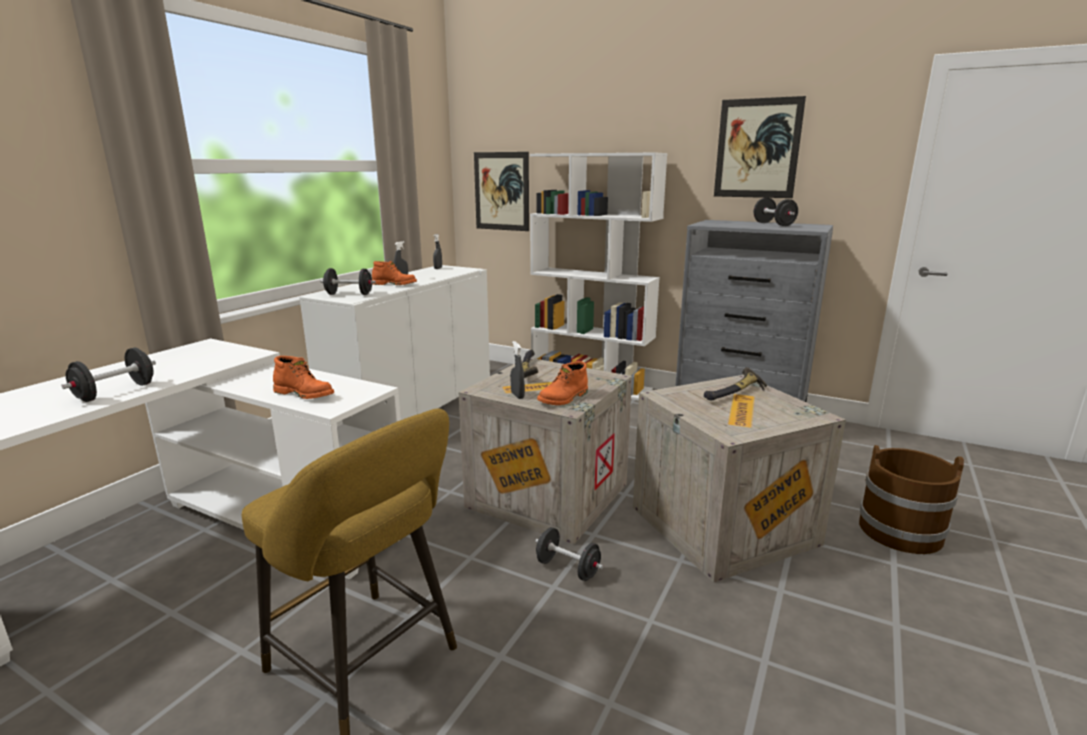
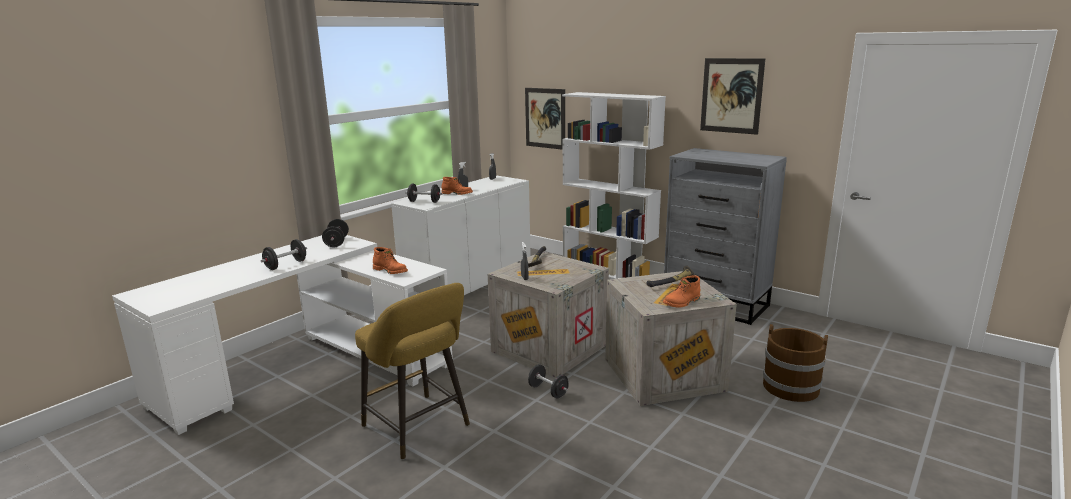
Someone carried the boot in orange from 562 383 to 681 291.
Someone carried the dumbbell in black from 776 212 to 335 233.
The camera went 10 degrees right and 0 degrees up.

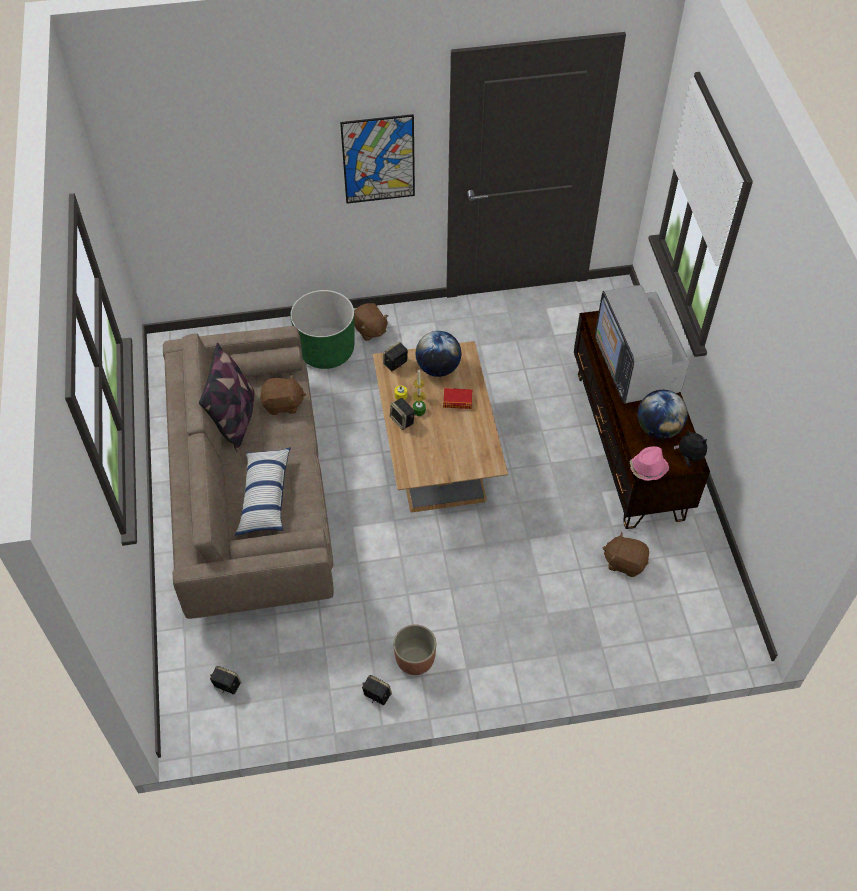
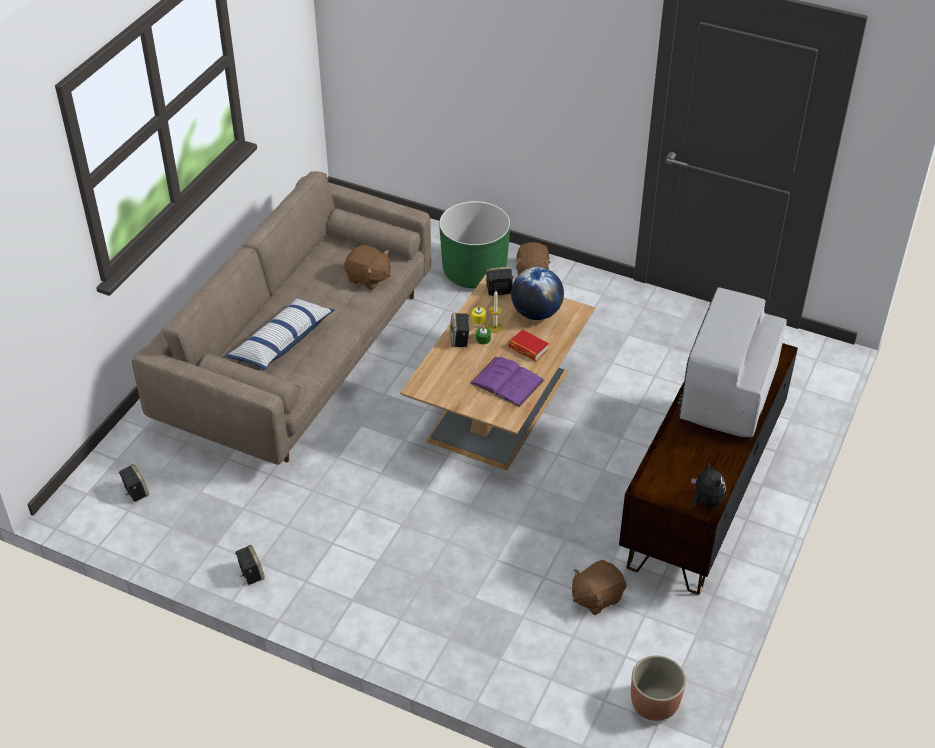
Someone took away the pillow at 226 397.
Someone took away the picture at 377 159.
Someone took away the hat in pink at 649 463.
Someone took away the globe at 663 414.
Someone put down the book in purple at 507 382.
Someone carried the planter from 414 650 to 658 688.
Someone rotated the plush toy in brown at 626 554 by 90 degrees counterclockwise.
The camera went 35 degrees right and 10 degrees down.

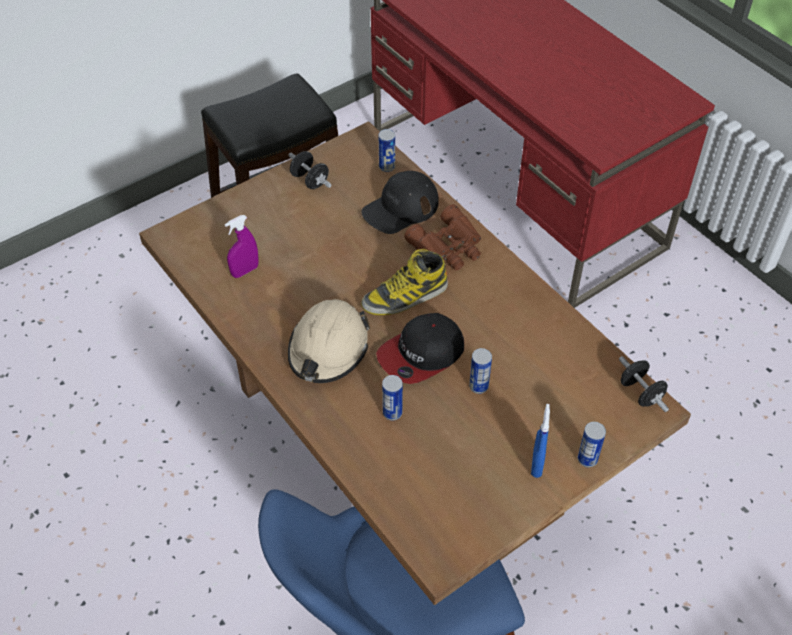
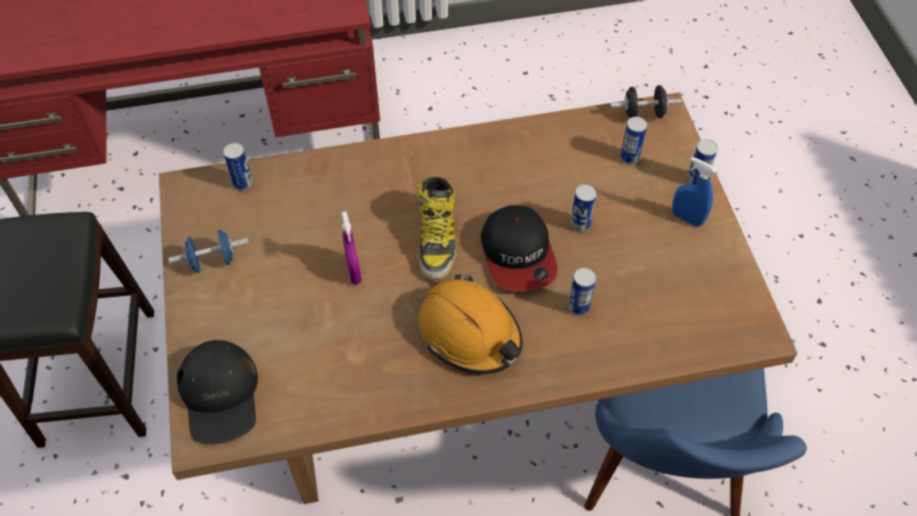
Someone took away the binoculars in brown at 442 237.
Someone put down the can at 633 140.
Someone carried the spray bottle in purple from 242 246 to 352 247.
Someone carried the cap in black from 400 202 to 217 392.
Someone repainted the dumbbell in black at 309 170, which became the dumbbell in blue at 208 251.
Someone repainted the hard hat in beige at 329 341, which became the hard hat in orange at 470 324.
The camera went 65 degrees left and 5 degrees up.

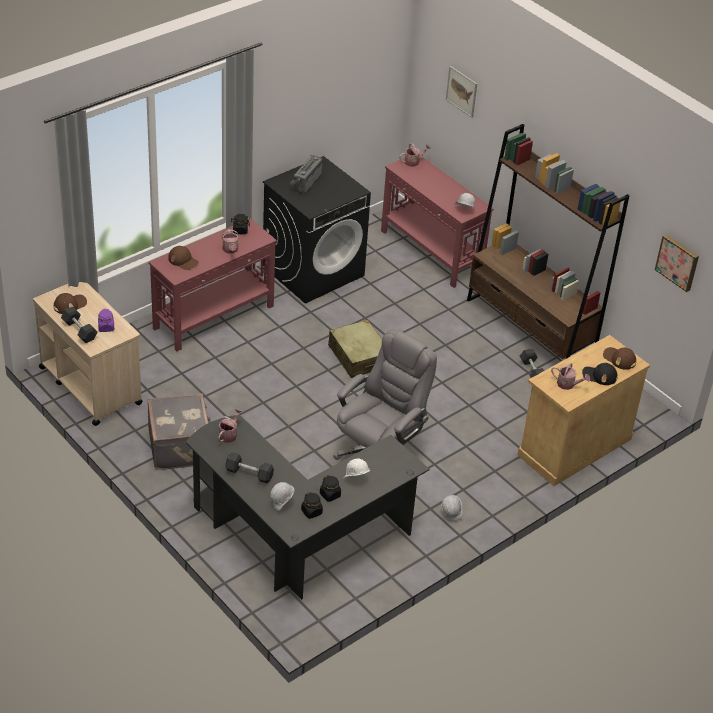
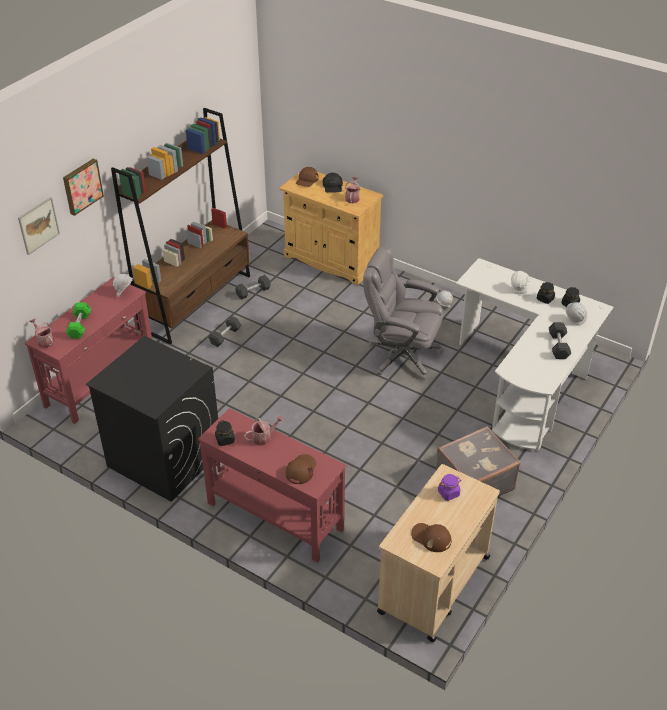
Someone took away the watering can at 230 425.
Someone took away the radio at 306 174.
Someone took away the suitcase in beige at 355 349.
Someone put down the dumbbell in green at 78 320.
Someone carried the dumbbell in grey from 79 324 to 224 331.
Someone carried the picture from 677 263 to 83 187.
Someone repainted the desk in black at 308 507, which became the desk in white at 534 354.
The camera went 105 degrees left and 0 degrees up.

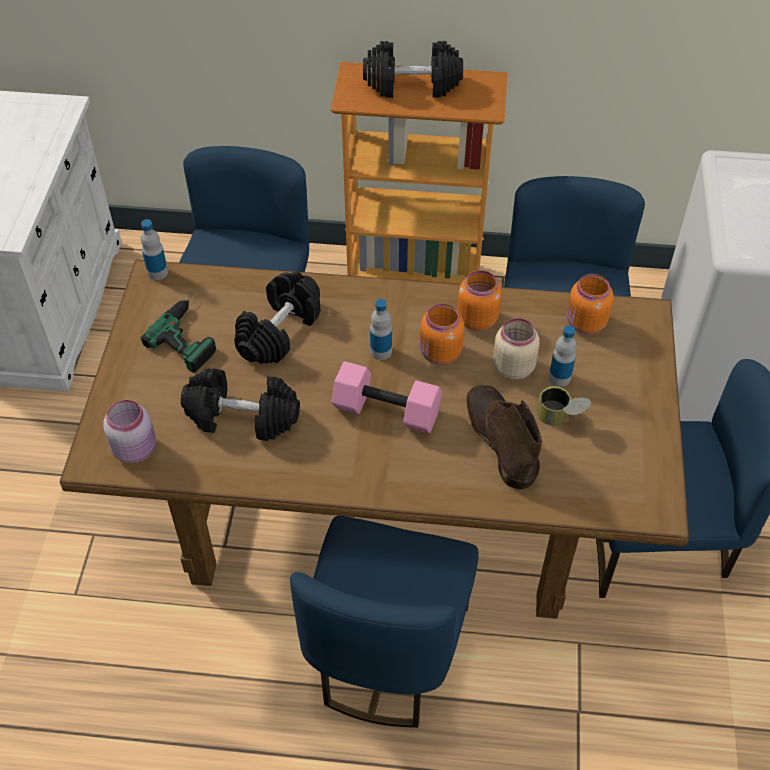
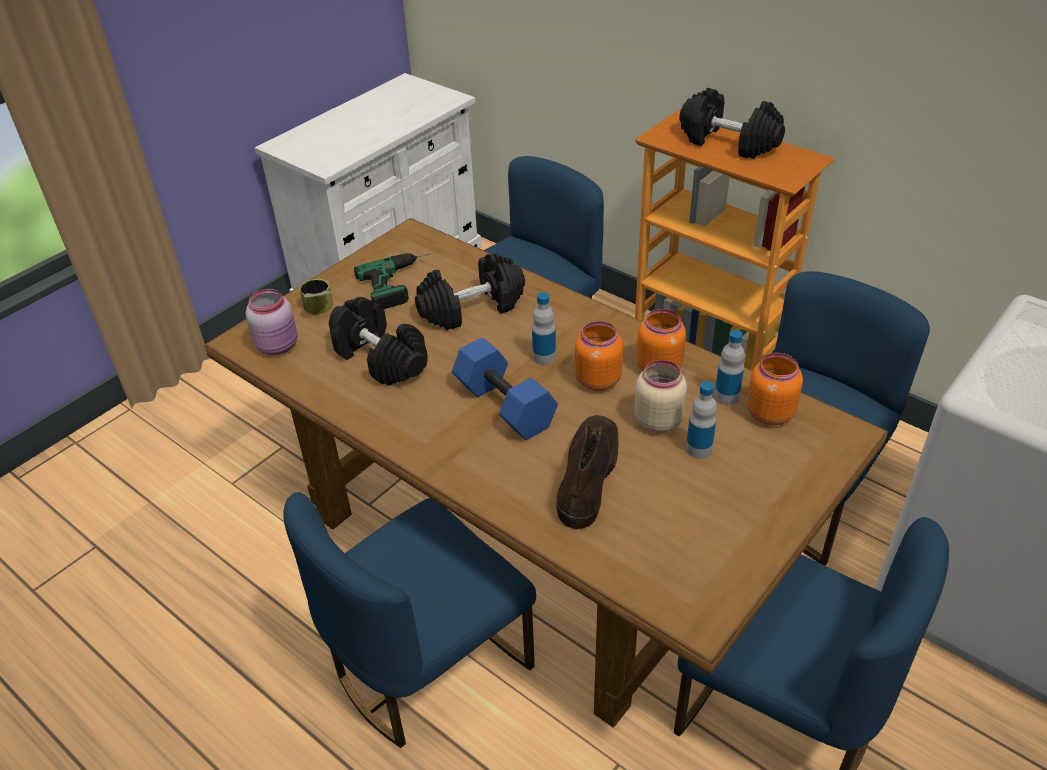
Someone carried the bottle from 154 249 to 729 367.
Someone carried the can from 564 406 to 316 296.
Someone repainted the dumbbell in pink at 387 397, which became the dumbbell in blue at 505 389.
The camera went 35 degrees right and 10 degrees down.

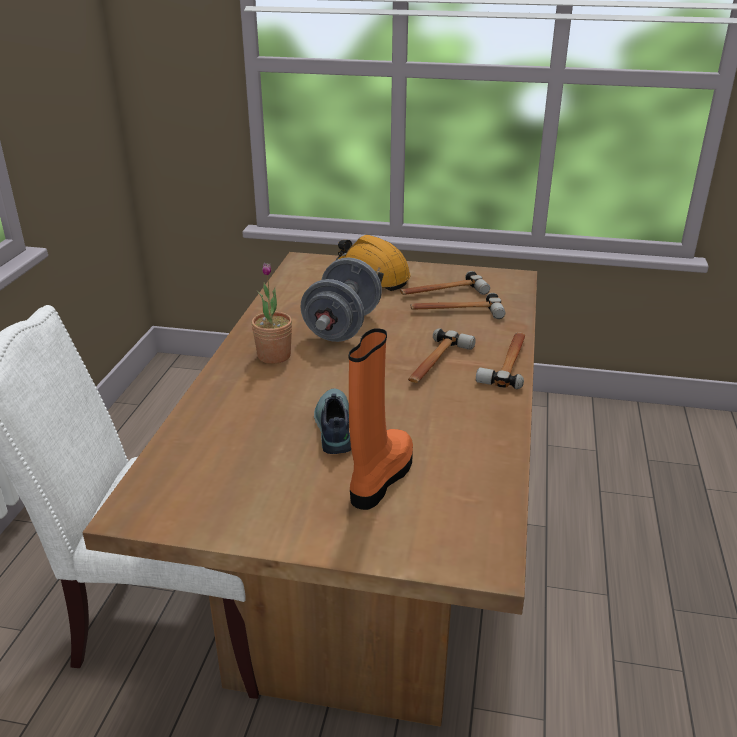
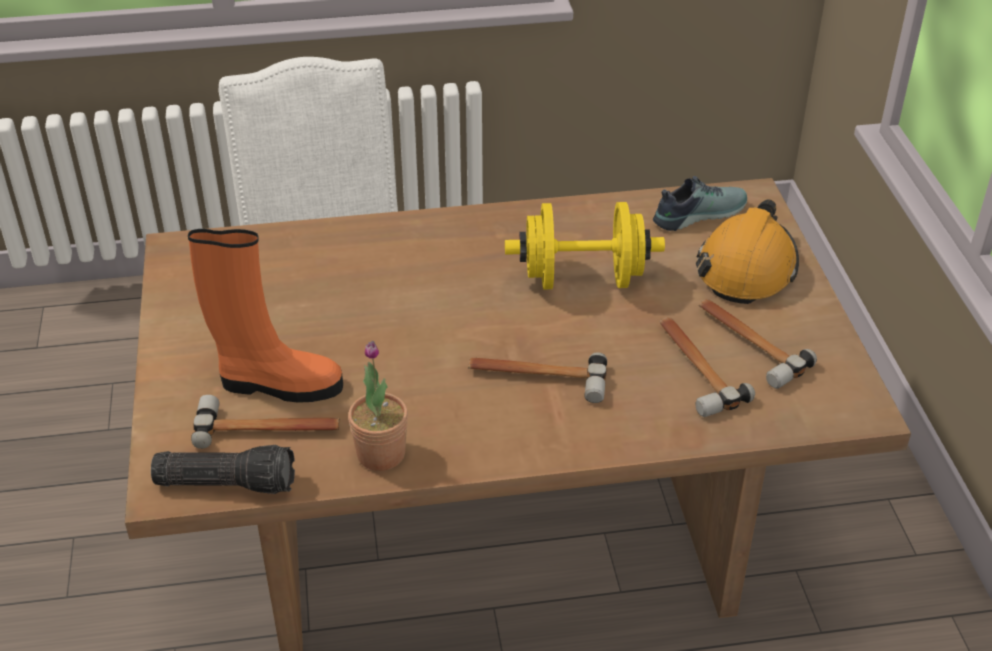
Someone put down the flashlight at 223 469.
Someone carried the potted plant from 271 313 to 378 406.
Someone carried the shoe from 332 421 to 700 203.
Someone carried the hammer from 500 360 to 265 422.
Someone repainted the dumbbell in grey at 341 299, which became the dumbbell in yellow at 585 245.
The camera went 70 degrees right and 10 degrees up.

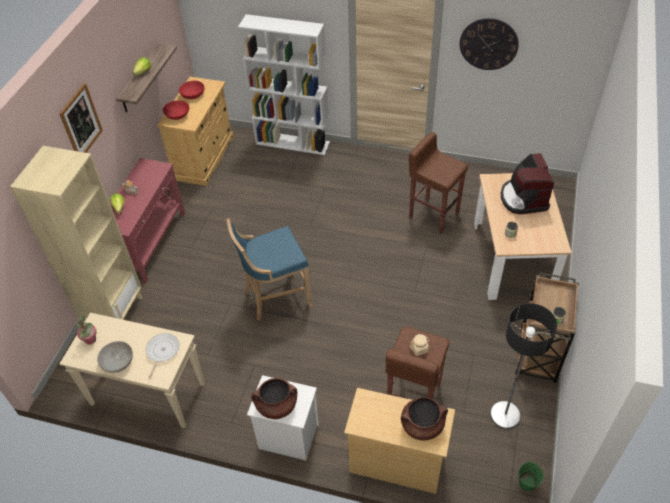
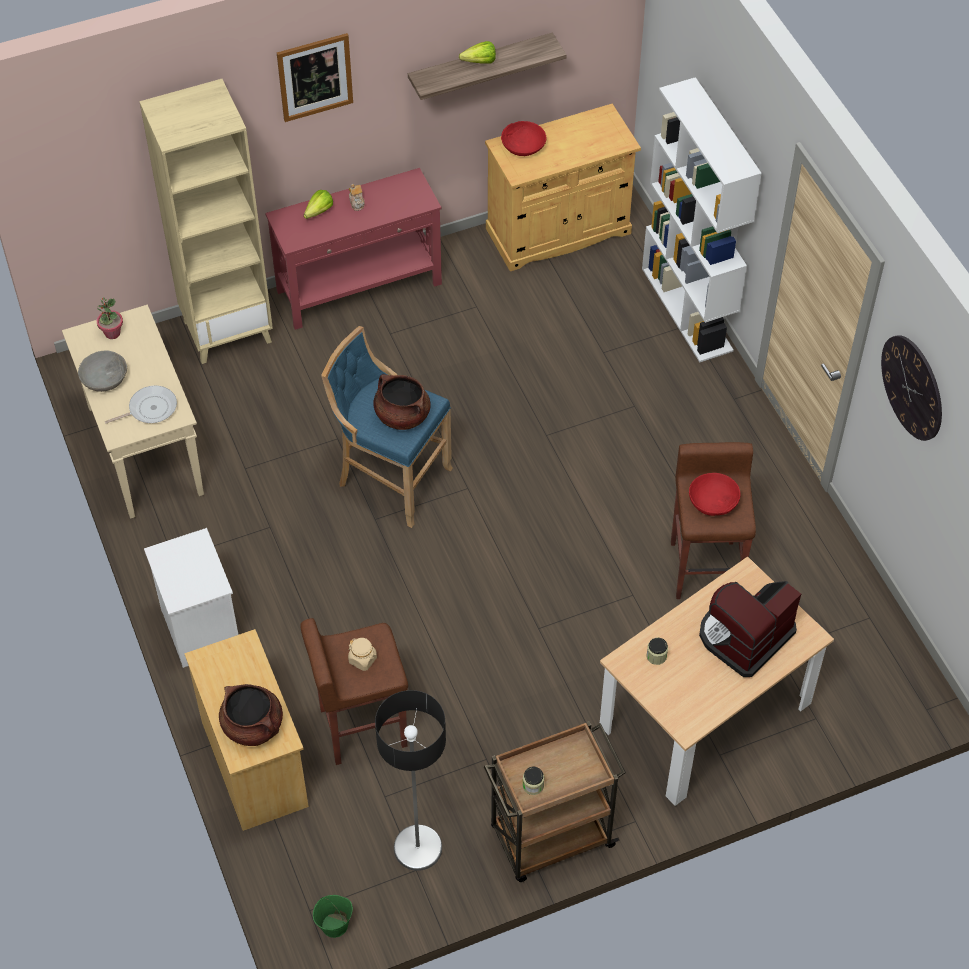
Someone carried the bowl in red from 191 90 to 715 494.
Someone carried the cooking pot in brown from 274 398 to 402 402.
The camera went 50 degrees right and 5 degrees up.

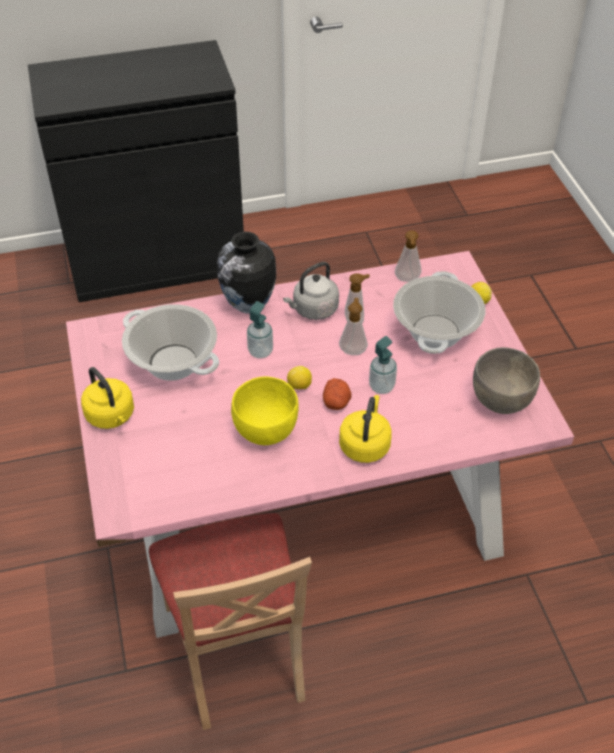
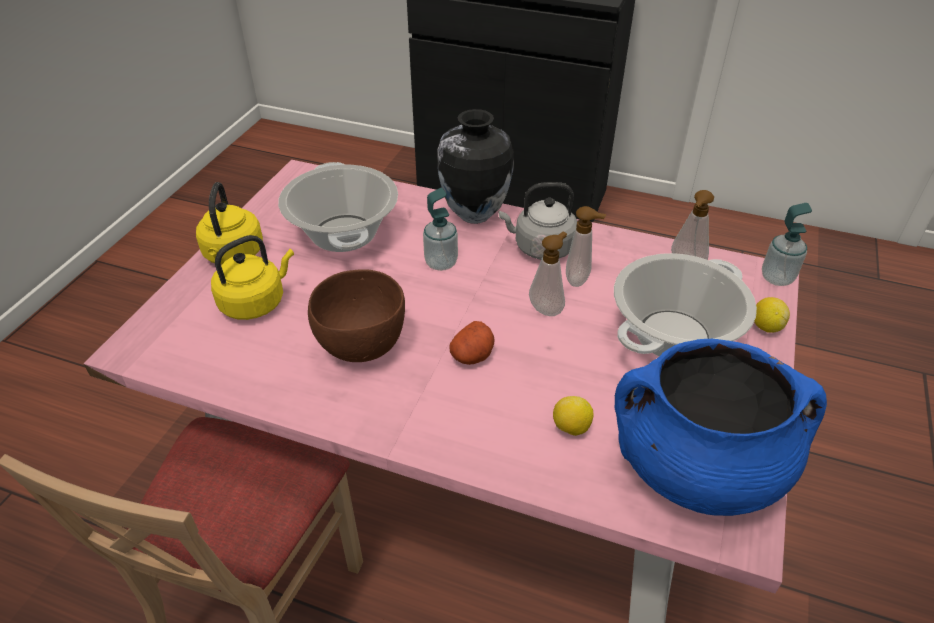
Someone carried the lemon from 299 377 to 573 416.
Someone carried the kettle in yellow from 365 429 to 252 277.
Someone carried the soap dispenser from 383 365 to 787 244.
Someone swapped the bowl in grey at 506 380 for the cooking pot in blue at 720 427.
Someone repainted the bowl in yellow at 265 410, which became the bowl in brown at 356 315.
The camera went 35 degrees right and 5 degrees down.

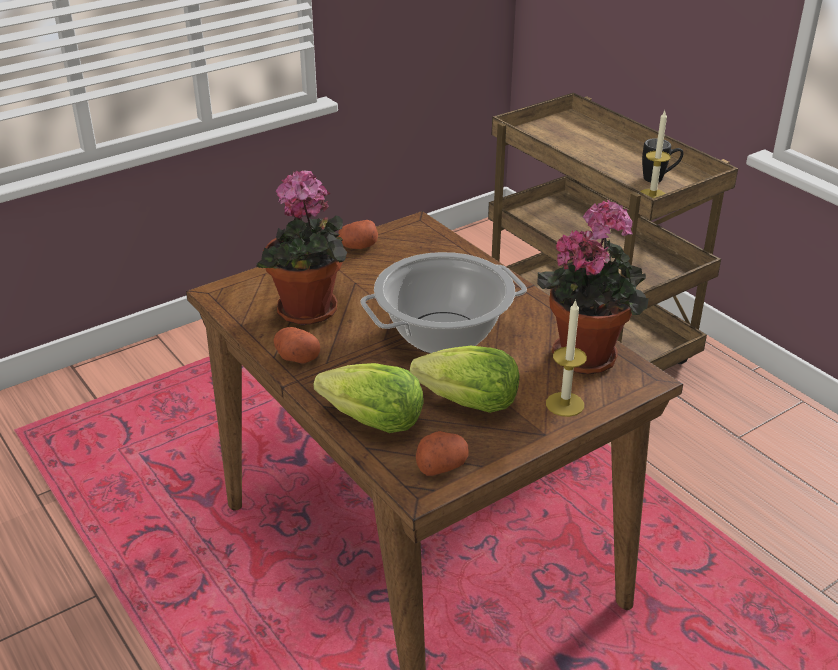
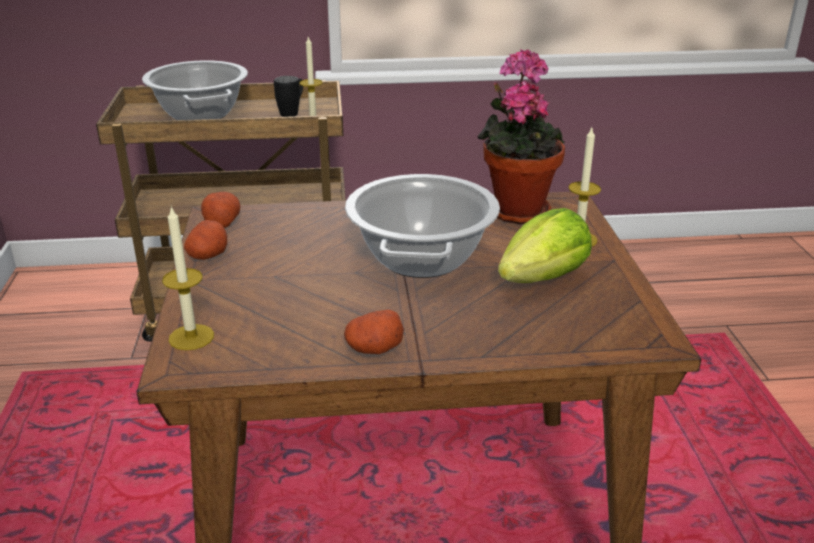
Someone took away the potted plant at 302 247.
Someone took away the lettuce at 369 398.
Someone put down the cooking pot at 195 90.
Someone put down the candle at 188 278.
Someone carried the potato from 442 453 to 220 210.
The camera went 60 degrees left and 5 degrees down.

